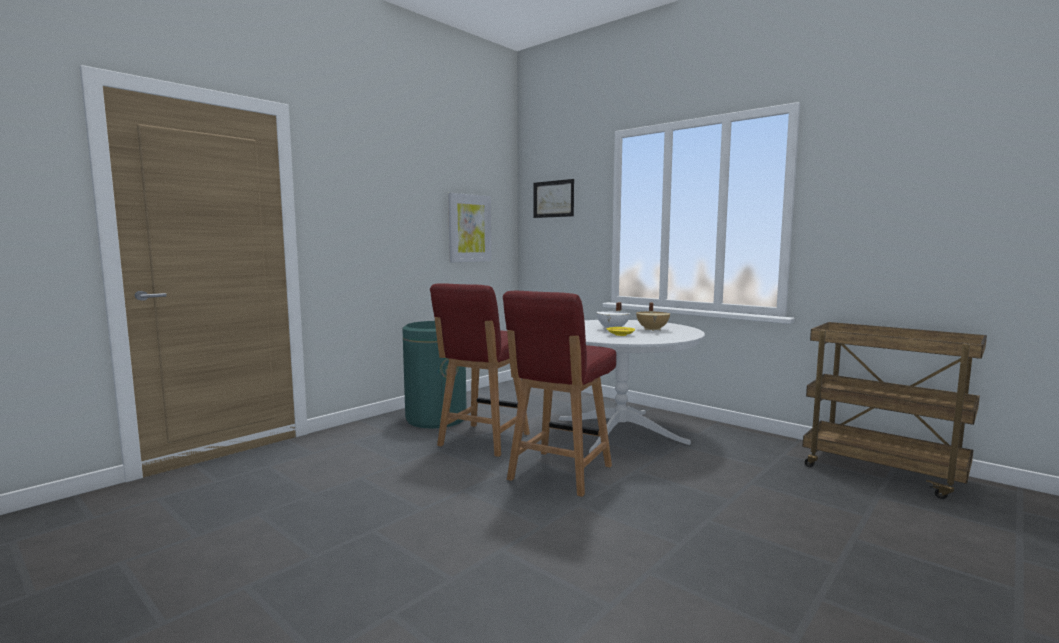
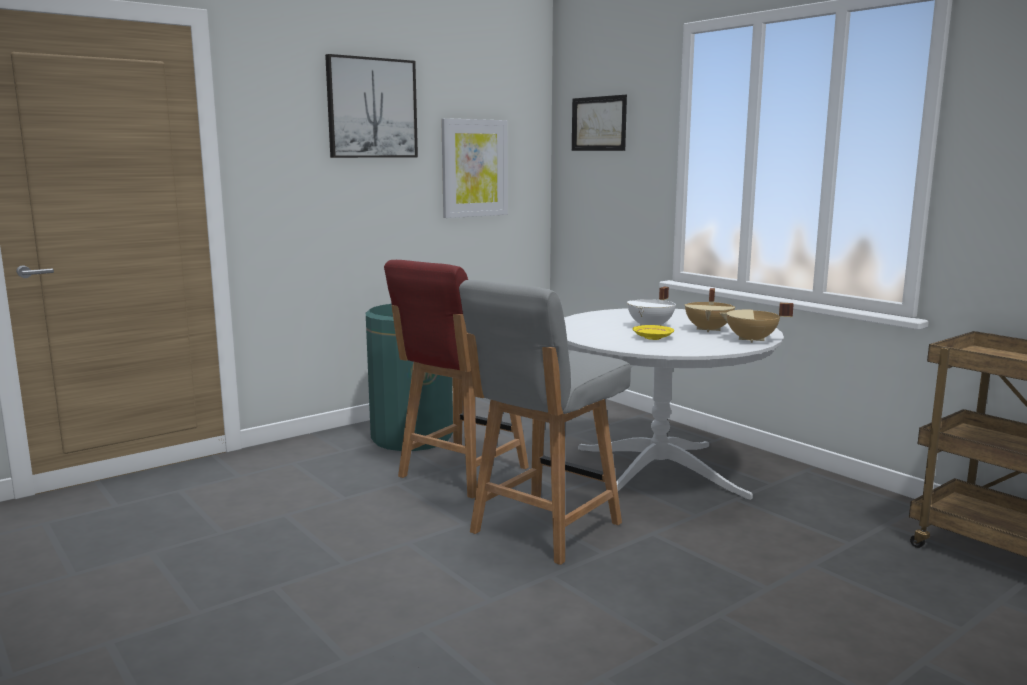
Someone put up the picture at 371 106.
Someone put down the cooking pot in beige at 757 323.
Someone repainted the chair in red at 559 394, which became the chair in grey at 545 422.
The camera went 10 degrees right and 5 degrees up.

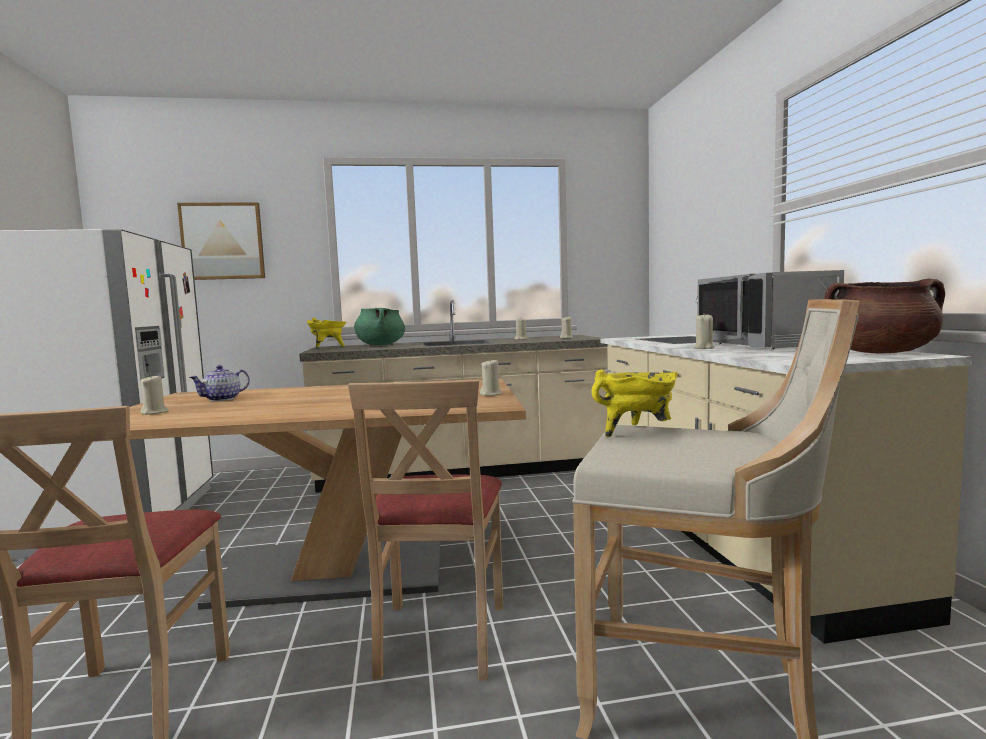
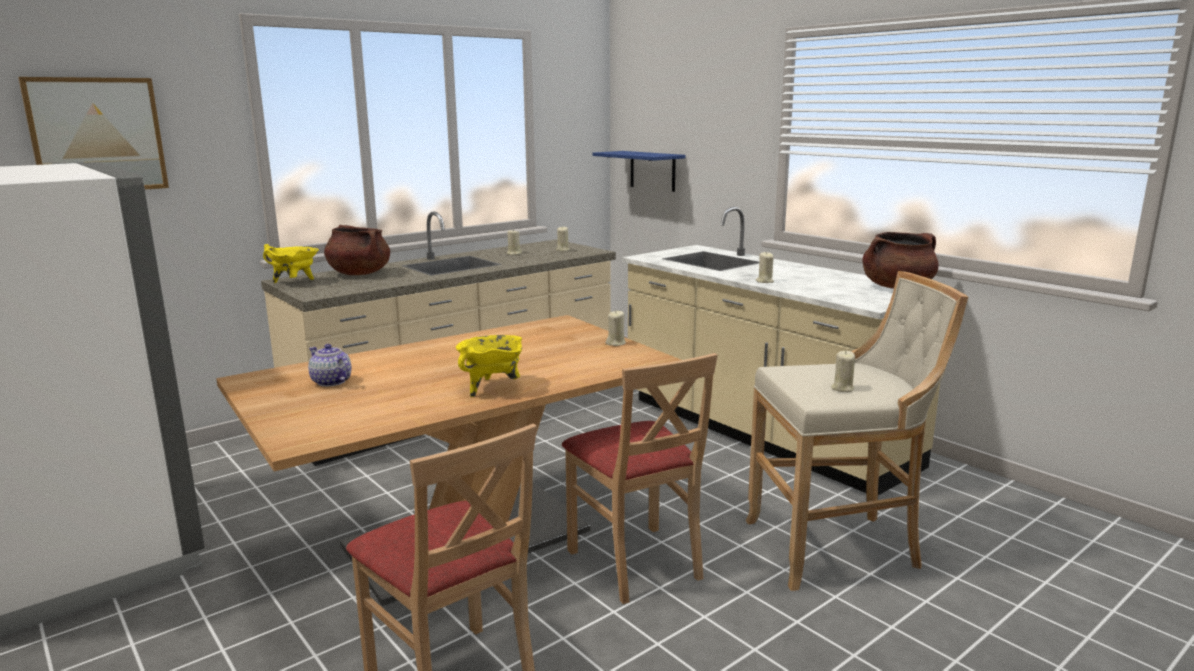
Someone took away the microwave in grey at 770 310.
Someone put up the shelf in blue at 639 171.
Someone carried the candle in beige from 155 395 to 843 371.
Someone carried the cooking pot in yellow from 634 403 to 489 366.
Someone repainted the cooking pot in green at 379 326, which became the cooking pot in brown at 357 250.
Someone rotated the teapot at 219 383 by 120 degrees clockwise.
The camera went 30 degrees left and 10 degrees up.

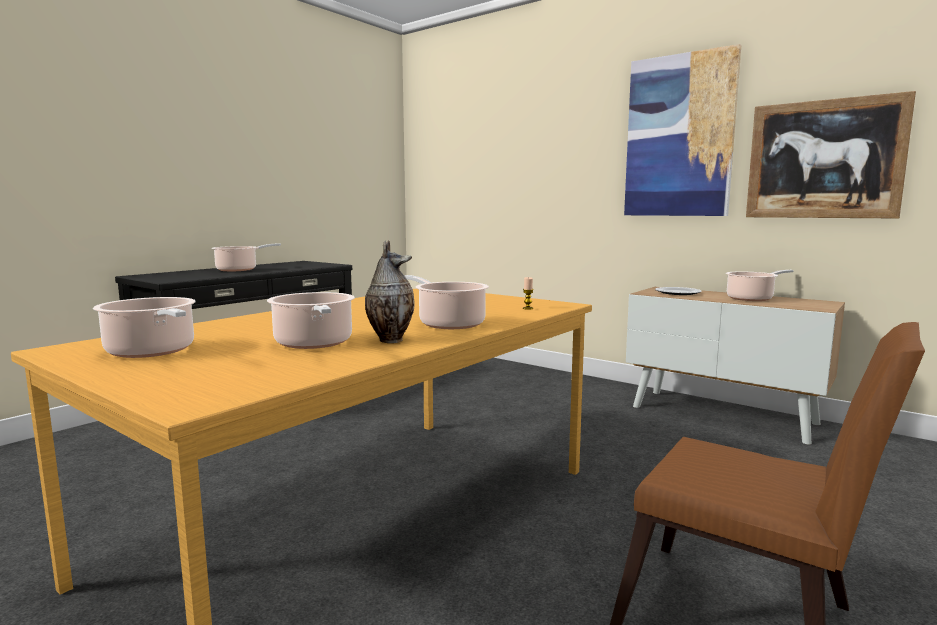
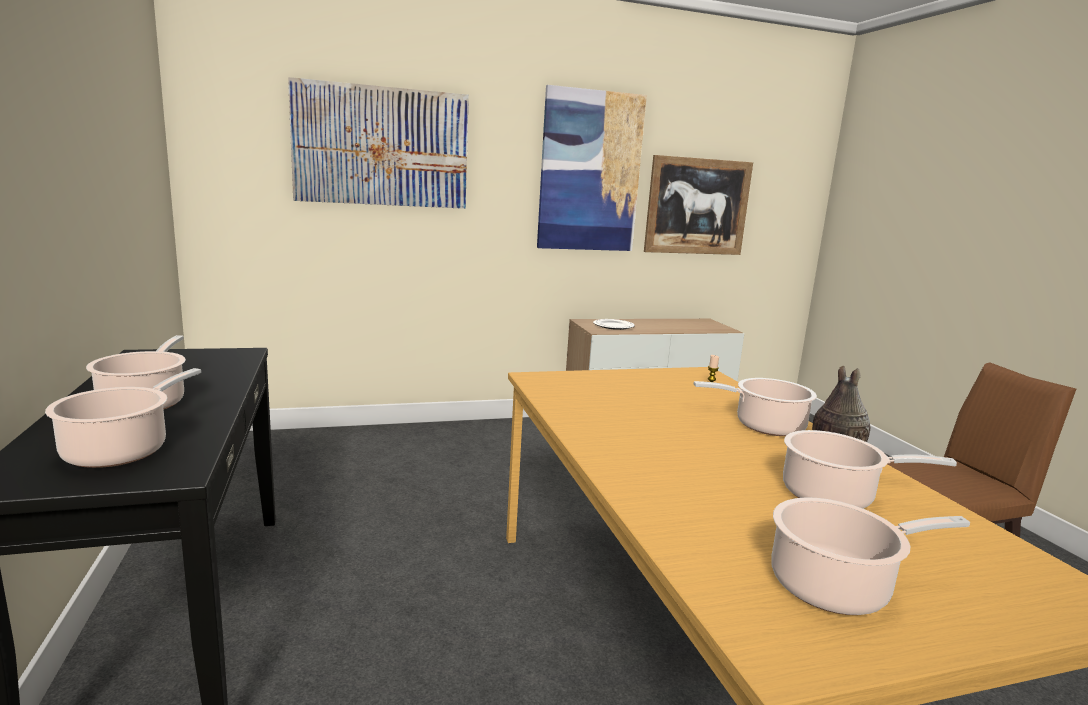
Someone put up the picture at 378 143.
Someone carried the cooking pot from 760 285 to 123 418.
The camera went 55 degrees left and 5 degrees up.

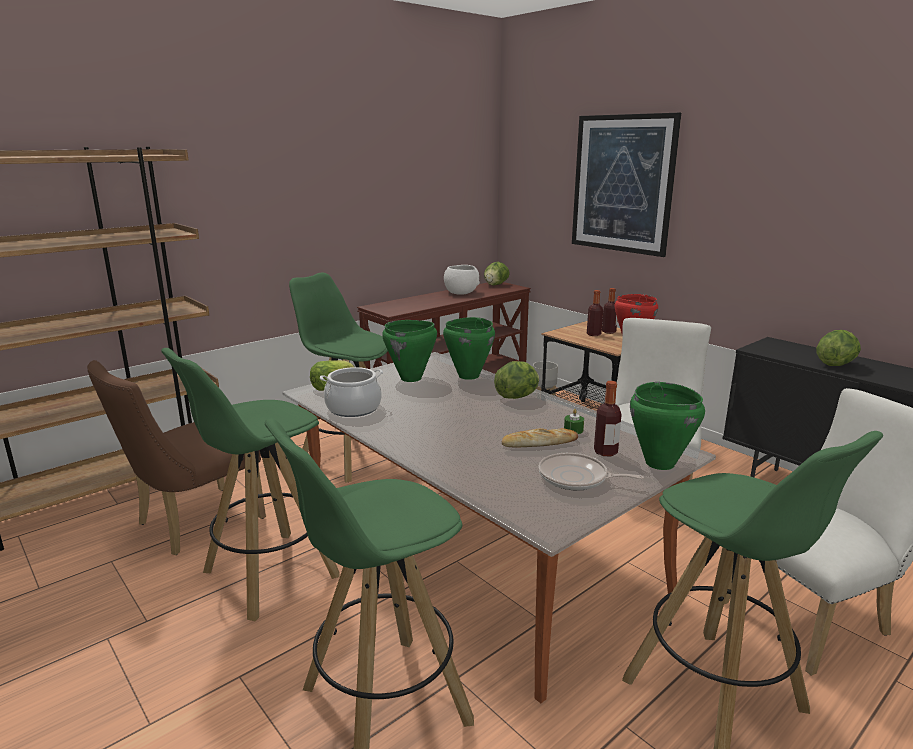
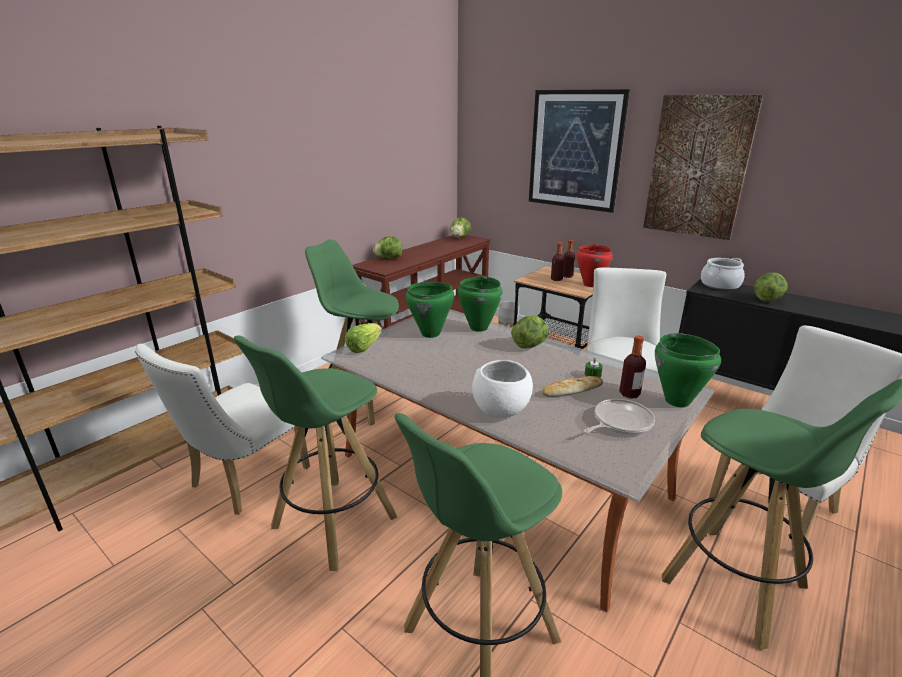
Someone put down the lettuce at 387 247.
Someone put up the picture at 703 167.
Someone carried the cooking pot from 351 392 to 723 274.
Someone carried the bowl in white from 462 280 to 502 389.
Someone repainted the chair in brown at 176 457, which became the chair in white at 222 429.
Someone rotated the frying pan at 591 472 by 135 degrees clockwise.
The camera went 10 degrees left and 5 degrees up.

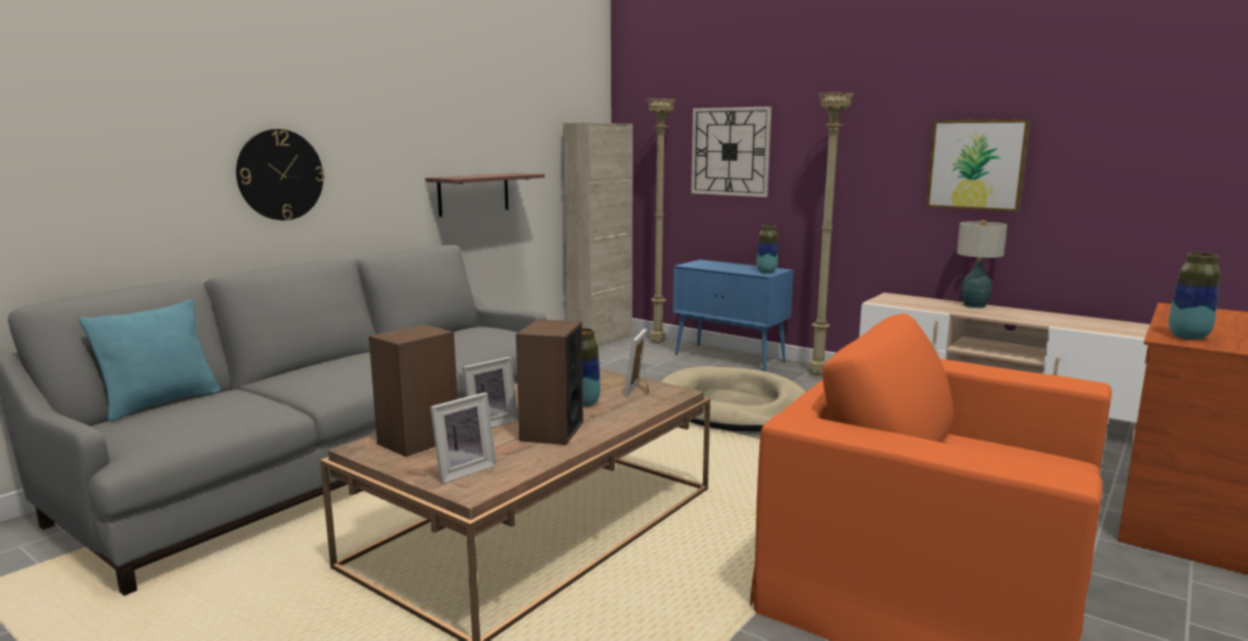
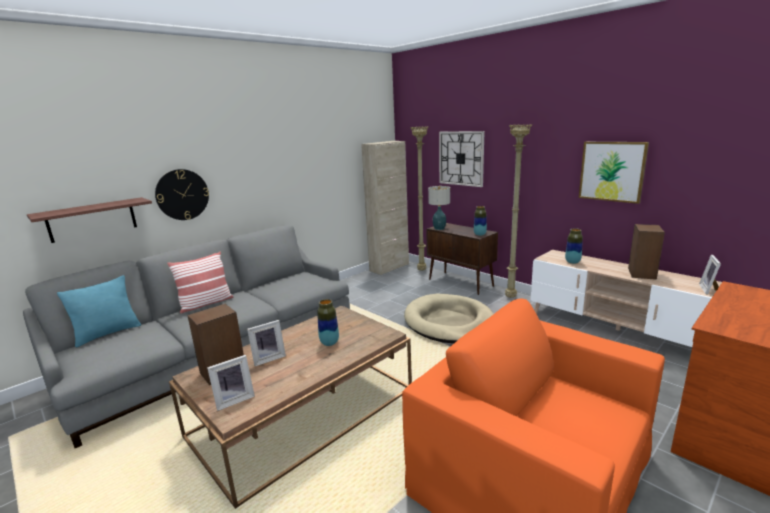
Someone put down the pillow at 200 283.
Someone carried the shelf from 485 195 to 89 220.
Someone carried the speaker from 549 382 to 646 252.
Someone carried the picture frame from 636 363 to 710 275.
Someone carried the table lamp from 982 264 to 439 208.
Someone carried the vase from 1195 296 to 574 246.
Someone repainted the cabinet in blue at 733 316, which became the cabinet in brown at 462 259.
The camera went 10 degrees right and 5 degrees up.

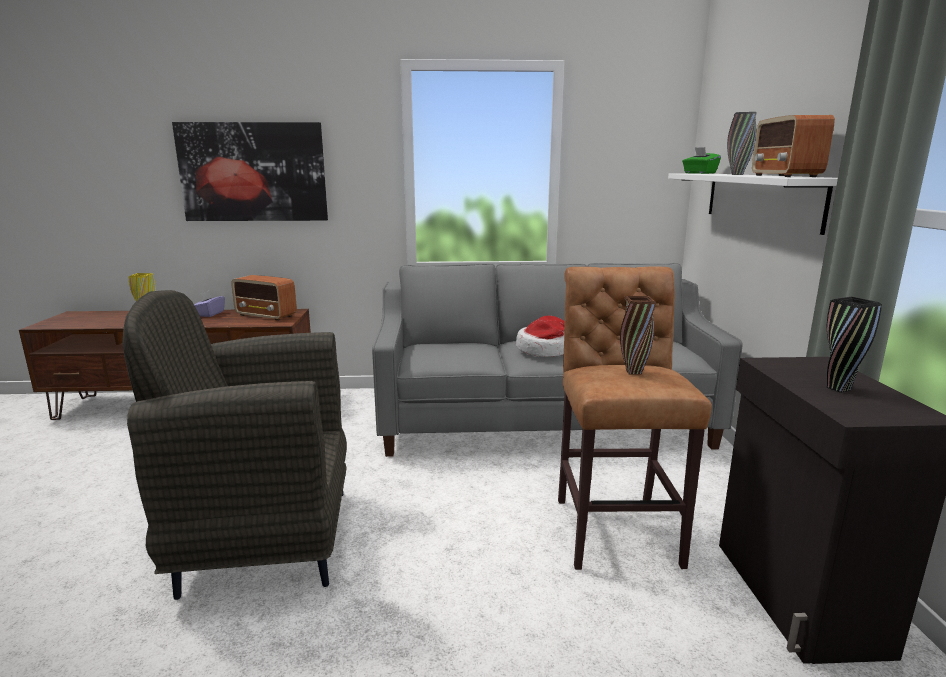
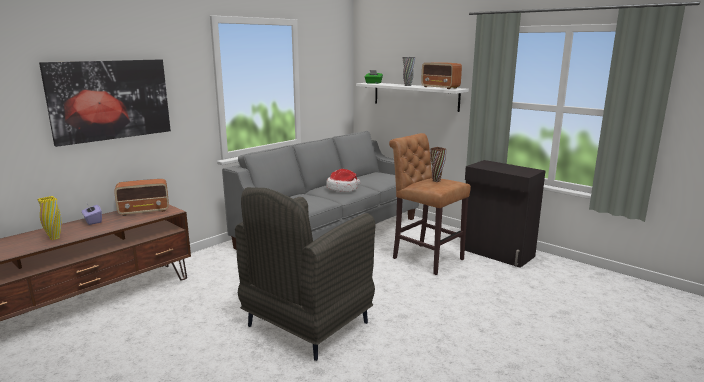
Someone took away the vase in black at 854 345.
The camera went 45 degrees left and 0 degrees up.

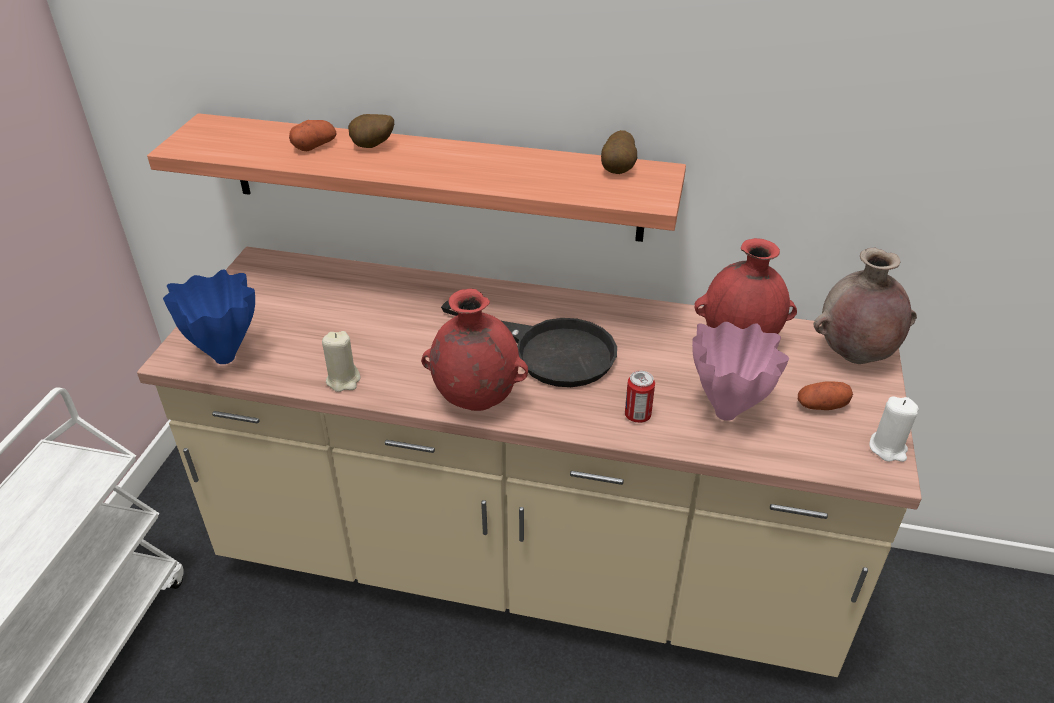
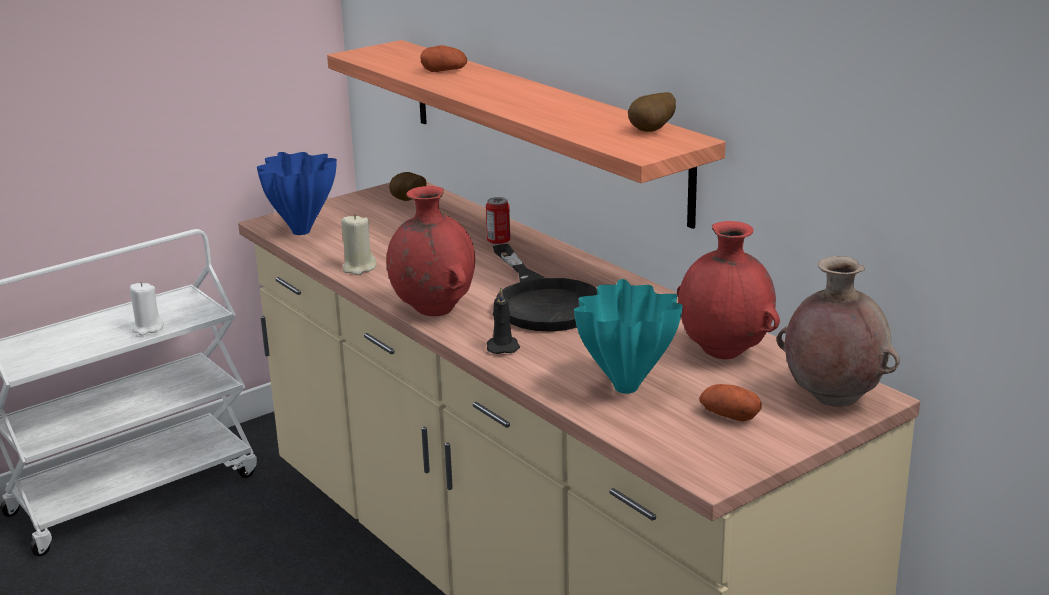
Someone put down the candle in black at 503 321.
Someone carried the potato from 371 131 to 408 186.
Someone carried the can from 640 397 to 498 221.
Someone carried the candle in white from 894 429 to 147 309.
Someone repainted the vase in pink at 740 371, which became the vase in turquoise at 628 336.
The camera went 40 degrees right and 15 degrees down.

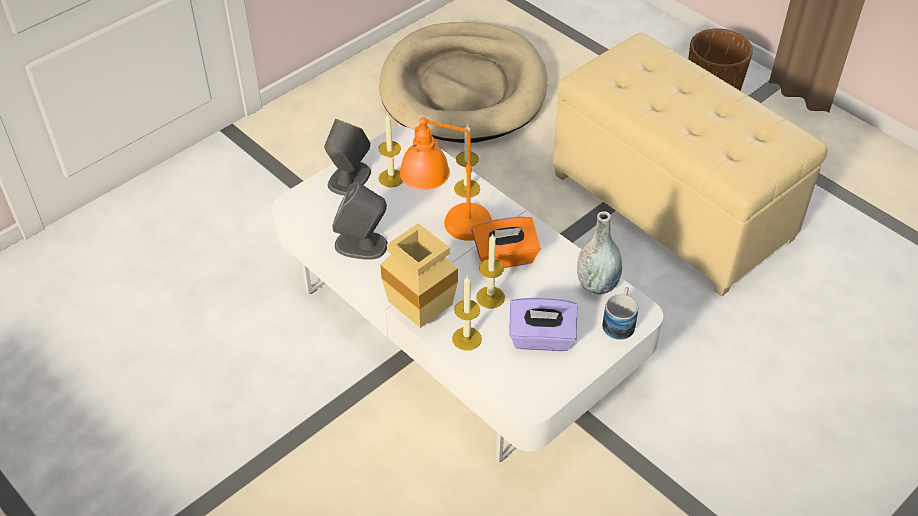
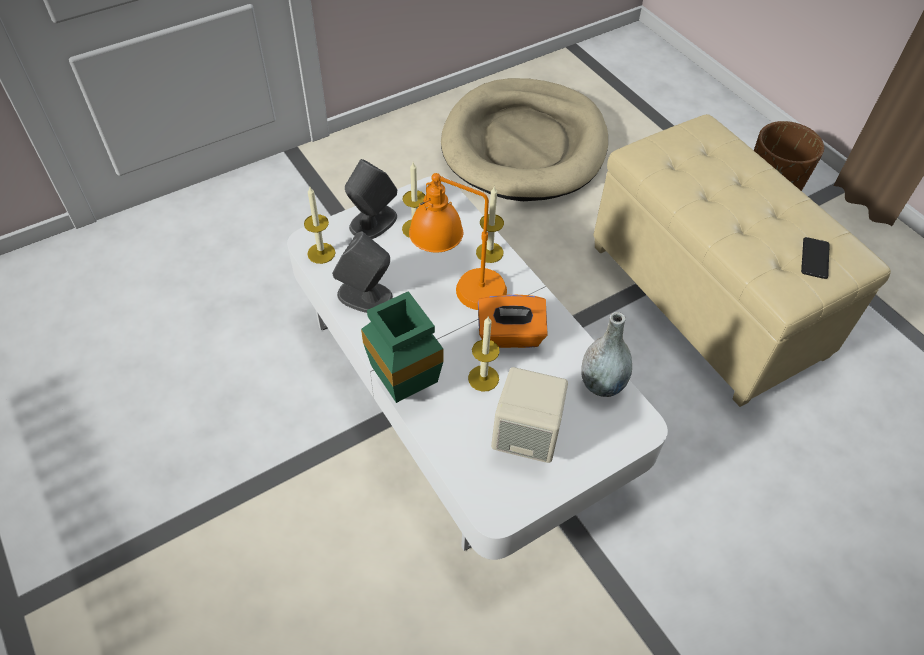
Someone took away the mug at 620 313.
Someone put down the phone at 815 258.
Someone carried the candle from 467 313 to 320 225.
Someone swapped the tissue box in purple at 543 324 for the speaker in beige at 529 415.
Someone repainted the vase in beige at 419 275, which became the vase in green at 402 347.
The camera went 10 degrees right and 5 degrees up.

